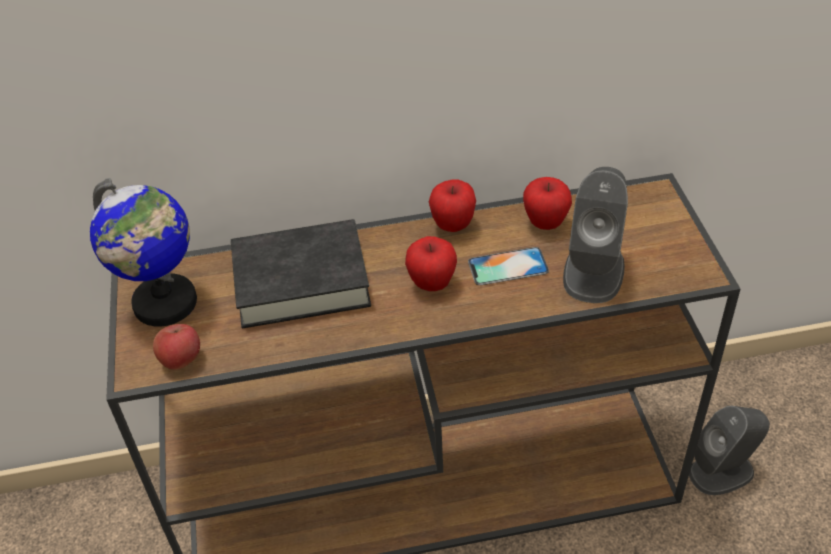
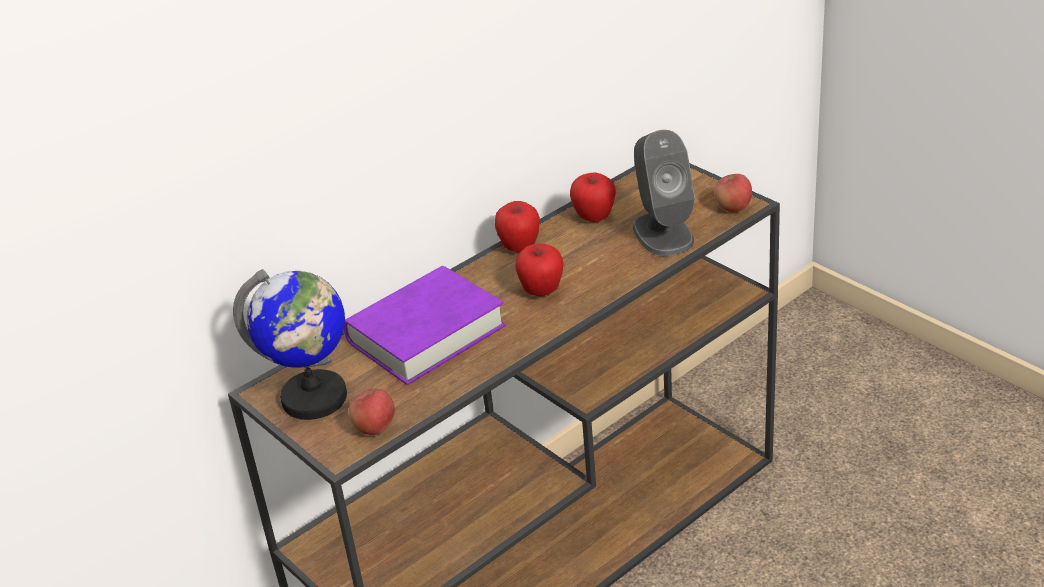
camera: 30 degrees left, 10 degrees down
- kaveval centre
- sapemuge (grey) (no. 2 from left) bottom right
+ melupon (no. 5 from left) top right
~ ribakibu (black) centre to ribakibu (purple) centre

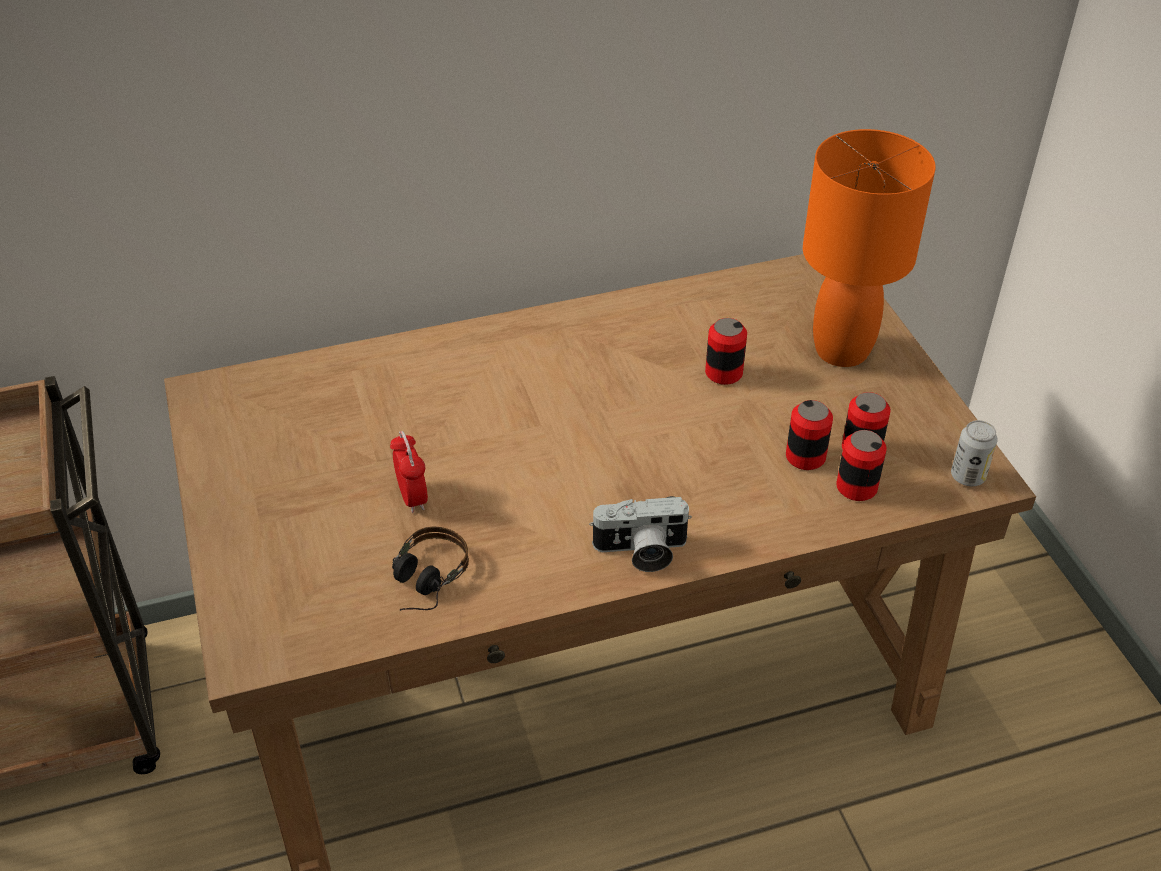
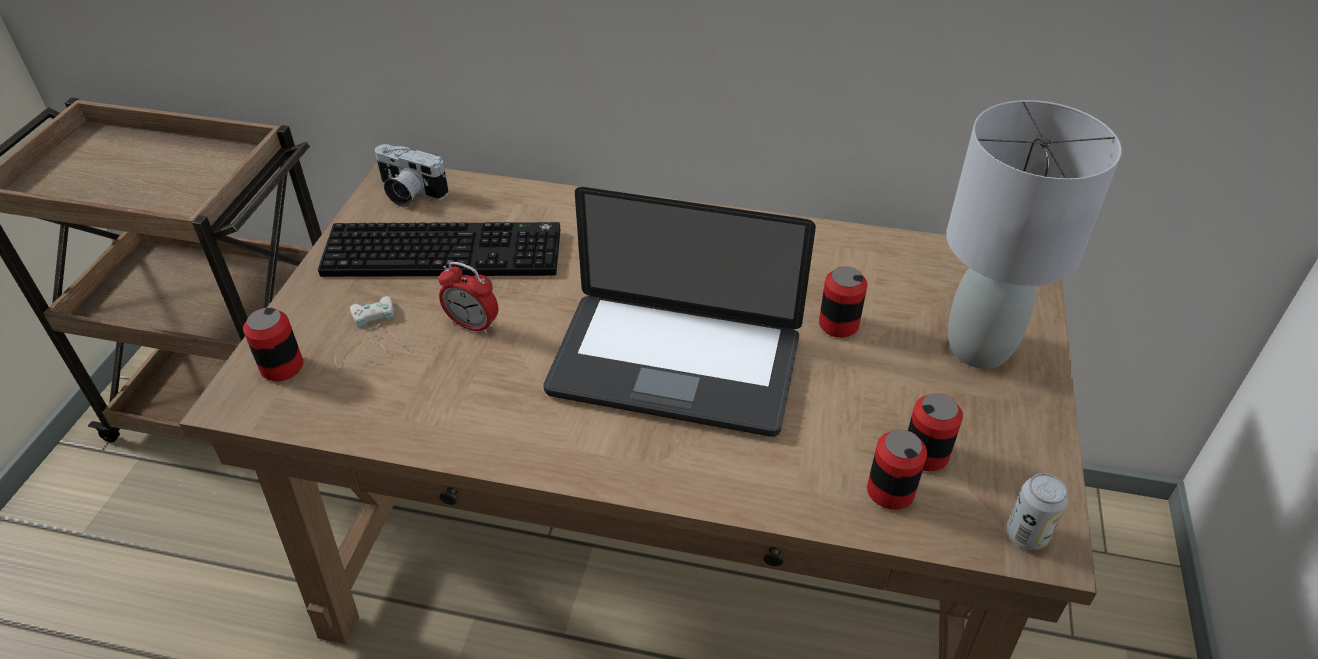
camera: 30 degrees right, 0 degrees up
- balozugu centre
+ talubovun middle left
+ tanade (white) middle left
+ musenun centre
~ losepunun centre to top left
~ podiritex (no. 2 from left in the first image) middle right to podiritex (no. 1 from left) middle left
~ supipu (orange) top right to supipu (grey) middle right
~ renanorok centre = centre 105 degrees clockwise

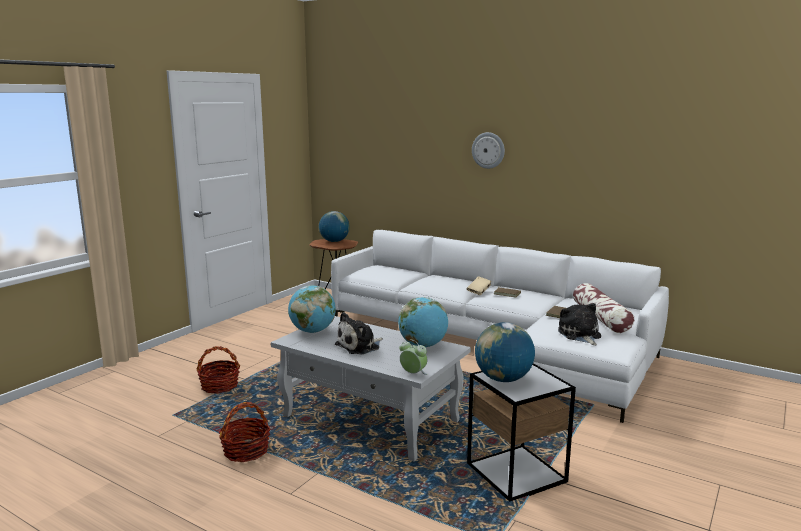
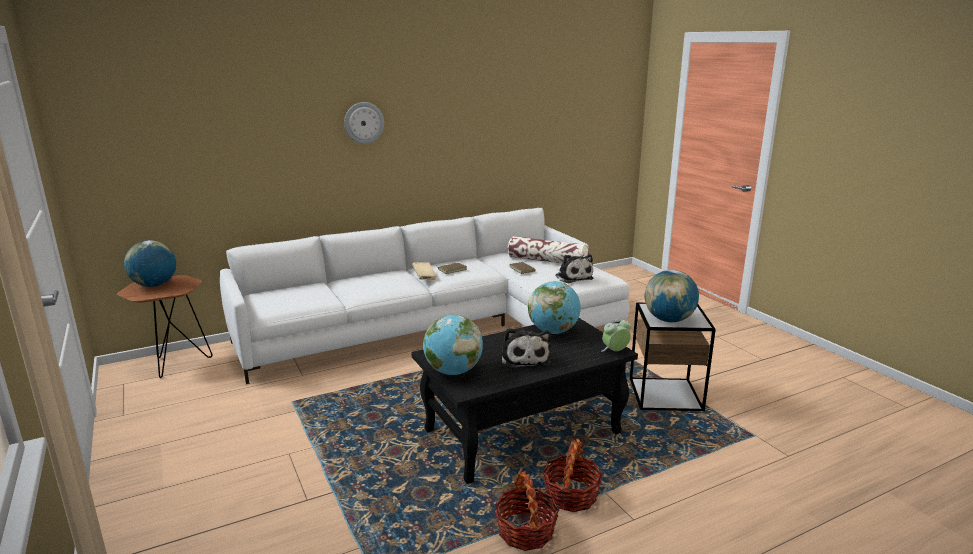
camera: 60 degrees left, 5 degrees up
~ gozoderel (no. 1 from left in the first image) bottom left to gozoderel (no. 2 from left) bottom centre
~ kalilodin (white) bottom centre to kalilodin (black) bottom centre
~ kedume (no. 2 from left) middle right = centre 135 degrees counterclockwise

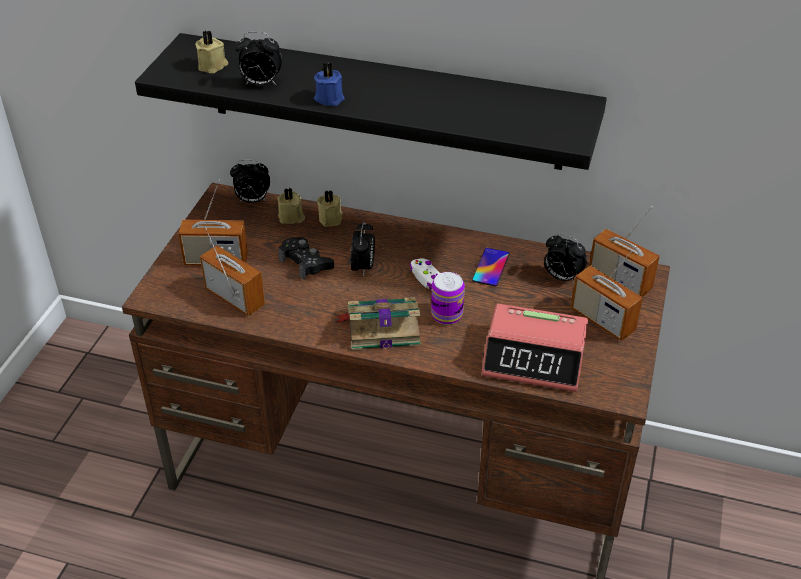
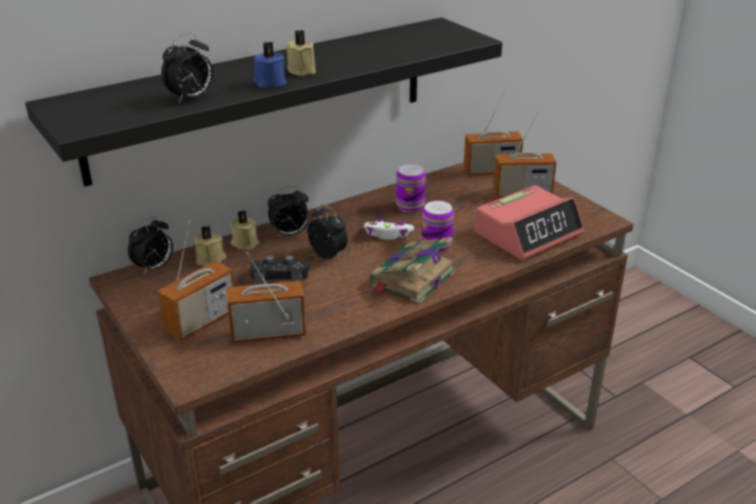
camera: 50 degrees left, 10 degrees down
~ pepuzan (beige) (no. 1 from left in the first image) top left to pepuzan (beige) (no. 3 from left) top centre
~ renanorok (no. 5 from left in the first image) middle right to renanorok (no. 3 from left) centre
~ kaveval centre to podiritex (no. 1 from left) centre

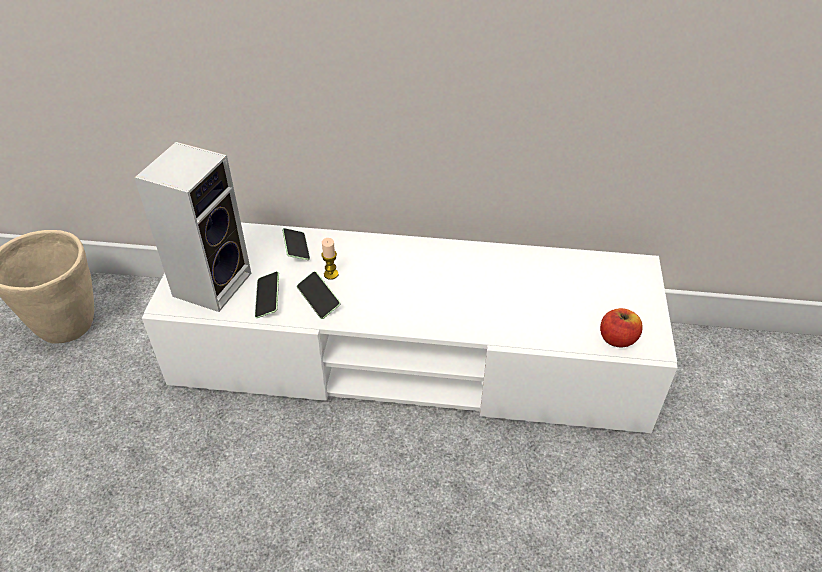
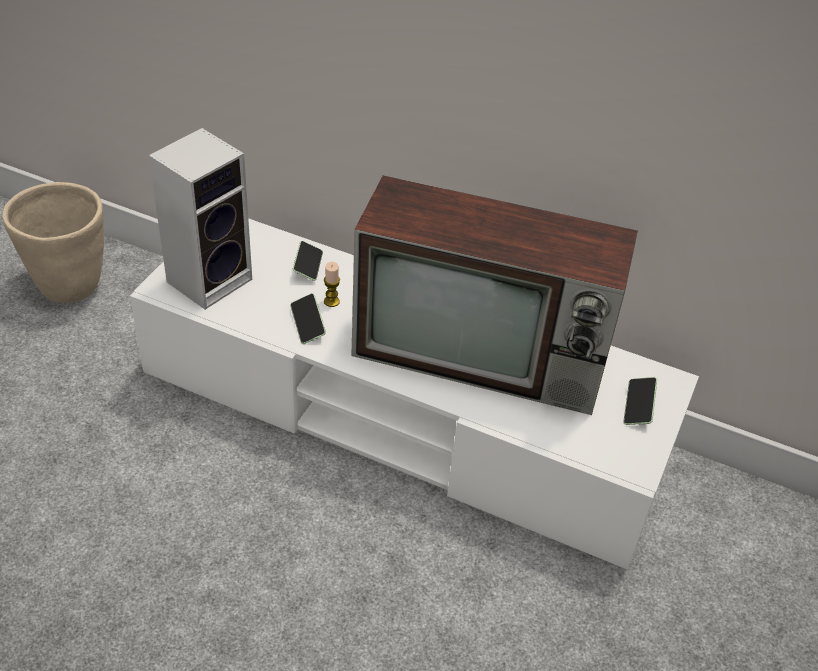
camera: 15 degrees right, 0 degrees up
- melupon middle right
+ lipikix centre
~ kaveval (no. 1 from left in the first image) middle left to kaveval (no. 3 from left) middle right

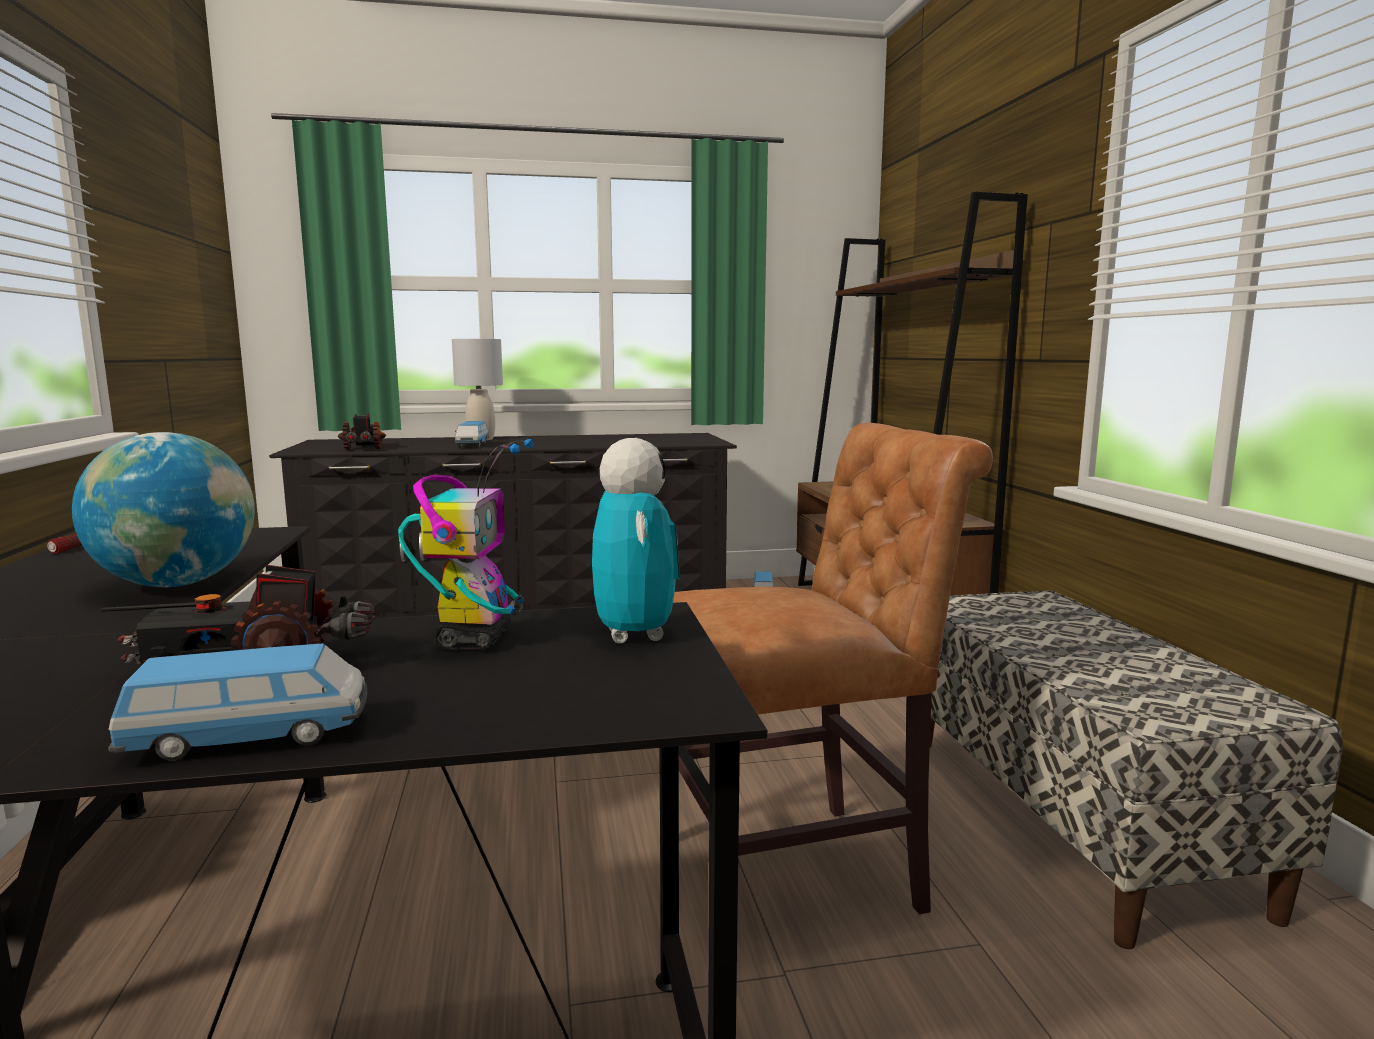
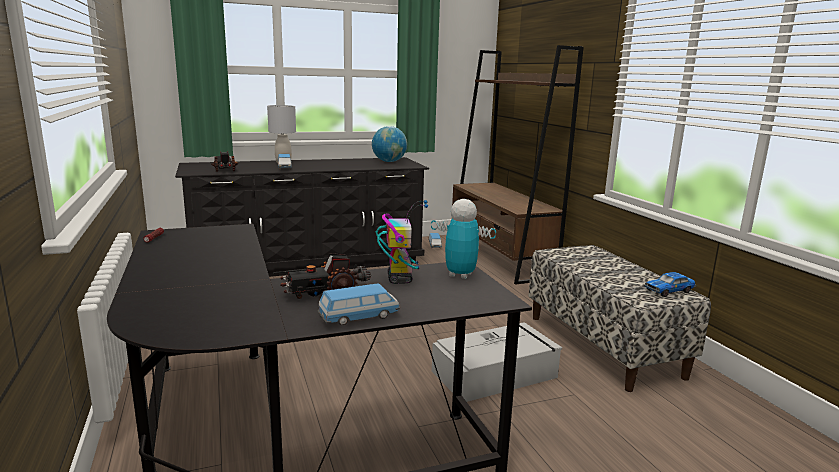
camera: 10 degrees left, 5 degrees up
+ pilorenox (no. 4 from left) middle right
~ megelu middle left to top centre
~ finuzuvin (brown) centre to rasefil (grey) bottom centre
~ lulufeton (no. 2 from left) centre = centre 45 degrees counterclockwise

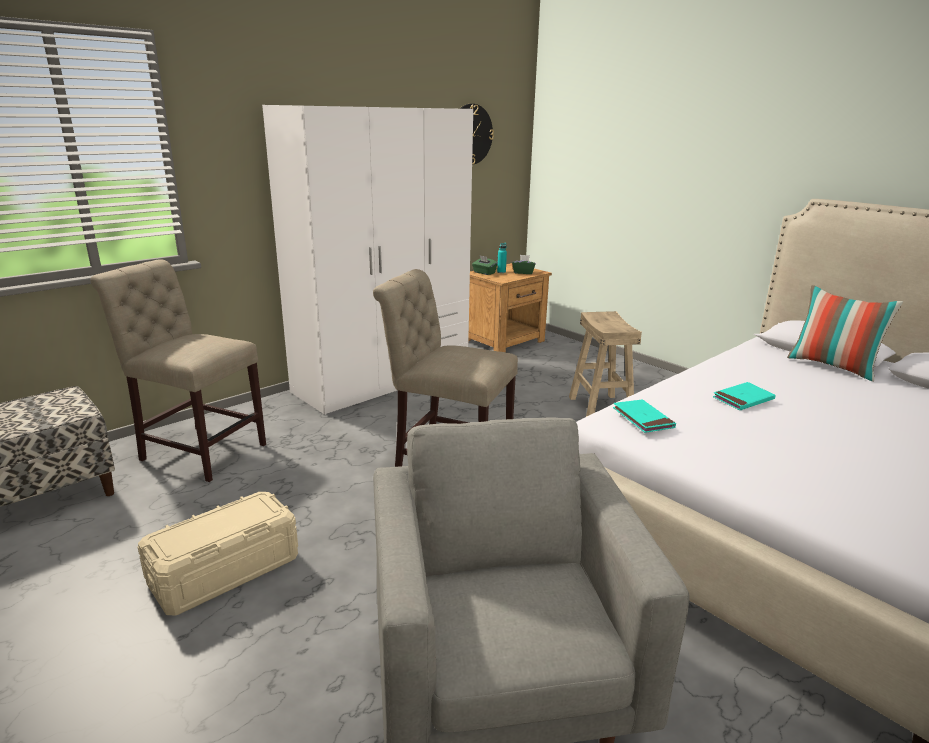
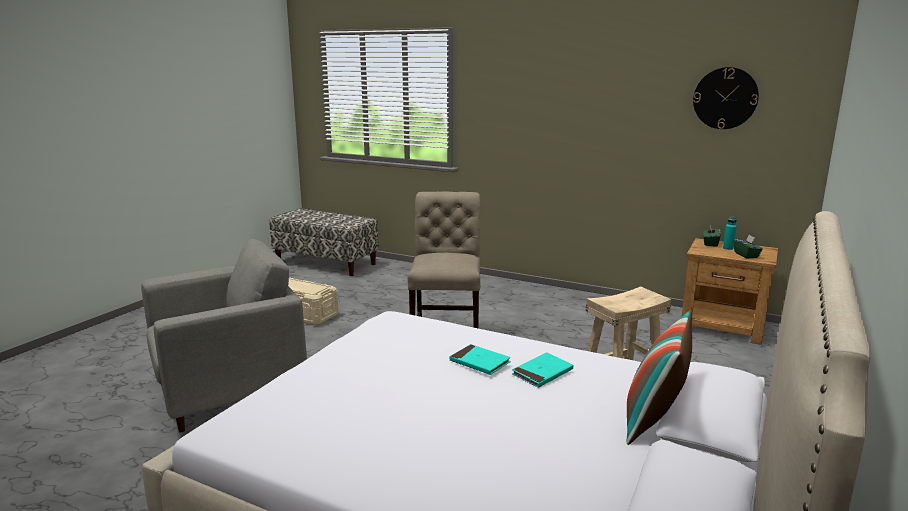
camera: 70 degrees right, 5 degrees down
- finuzuvin (beige) (no. 1 from left) middle left
- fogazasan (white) centre
~ ribakibu (turquoise) (no. 1 from left in the first image) middle right to ribakibu (turquoise) (no. 2 from left) bottom centre

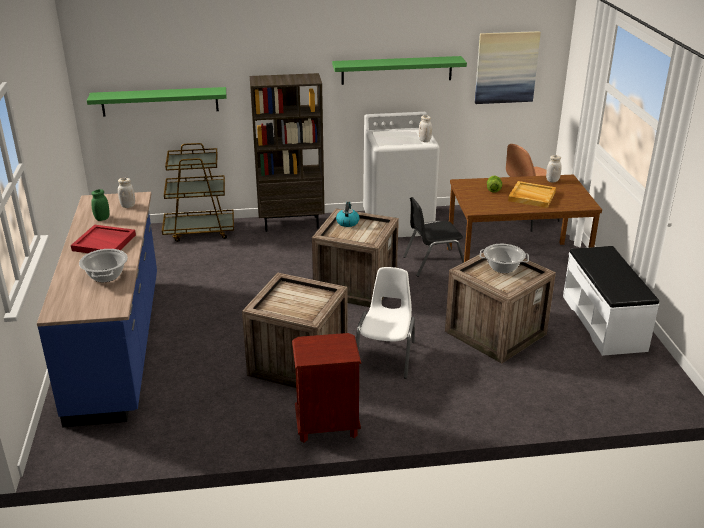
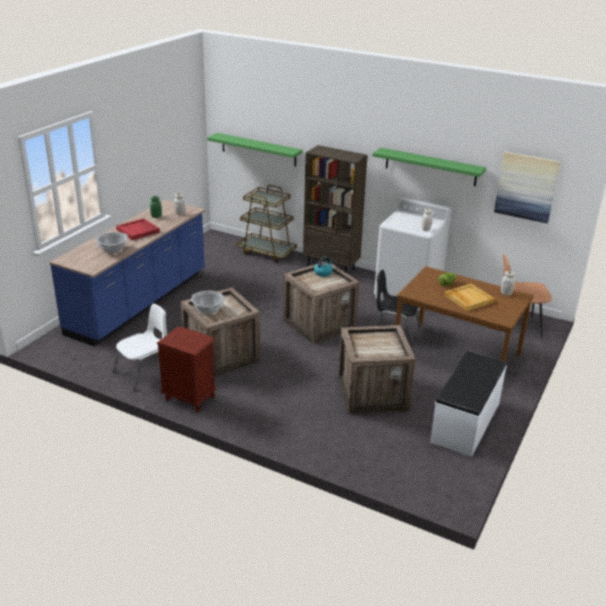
camera: 35 degrees right, 0 degrees up
~ finuzuvin (white) centre to middle left
~ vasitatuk (no. 2 from left) middle right to centre

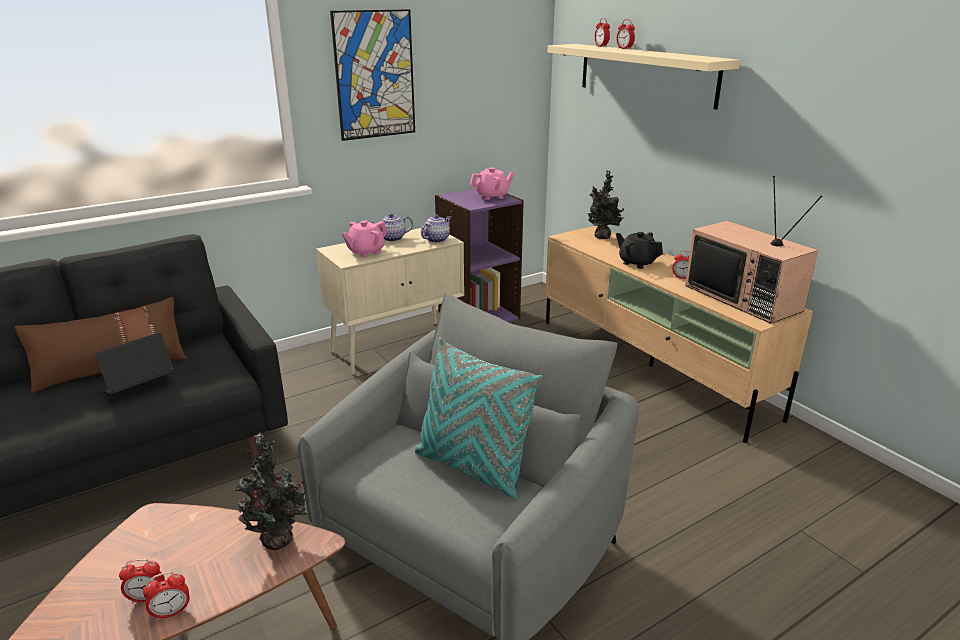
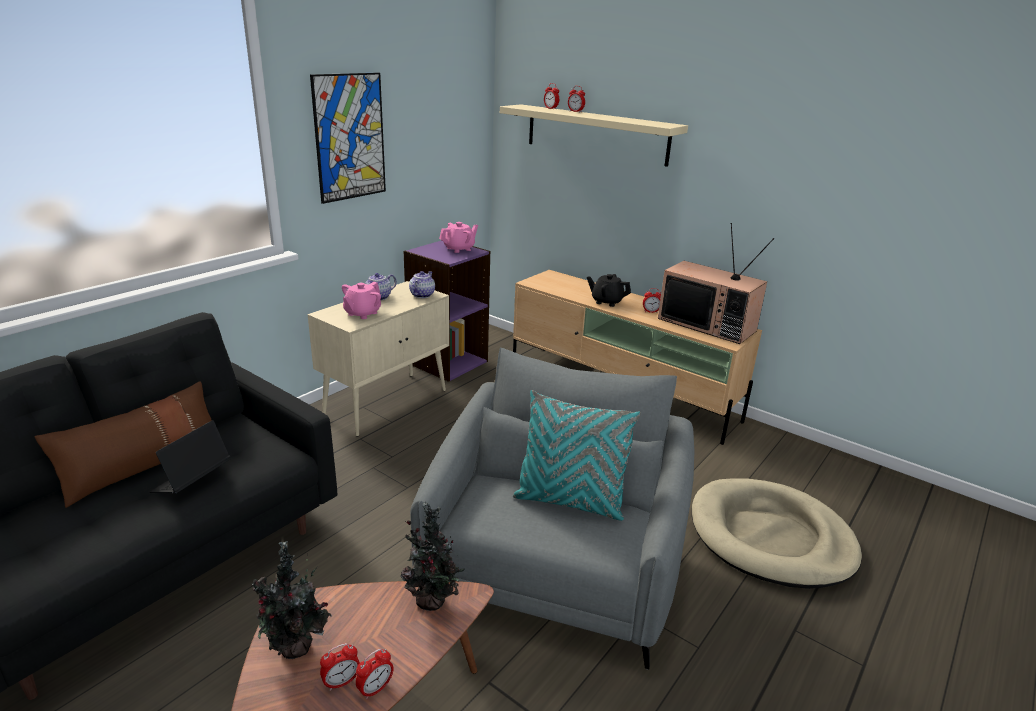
camera: 20 degrees left, 0 degrees up
+ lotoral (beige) bottom right
~ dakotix (no. 2 from left in the first image) top centre to dakotix (no. 1 from left) bottom left

